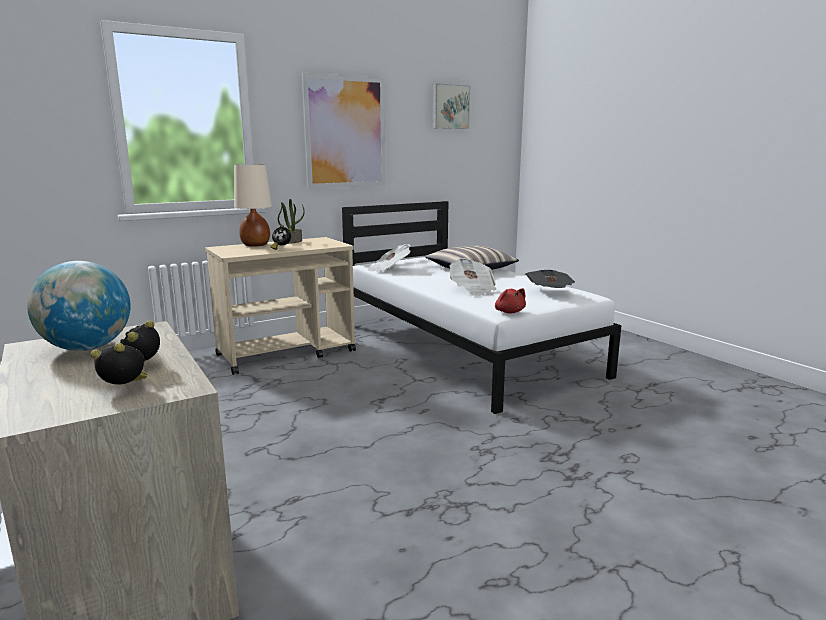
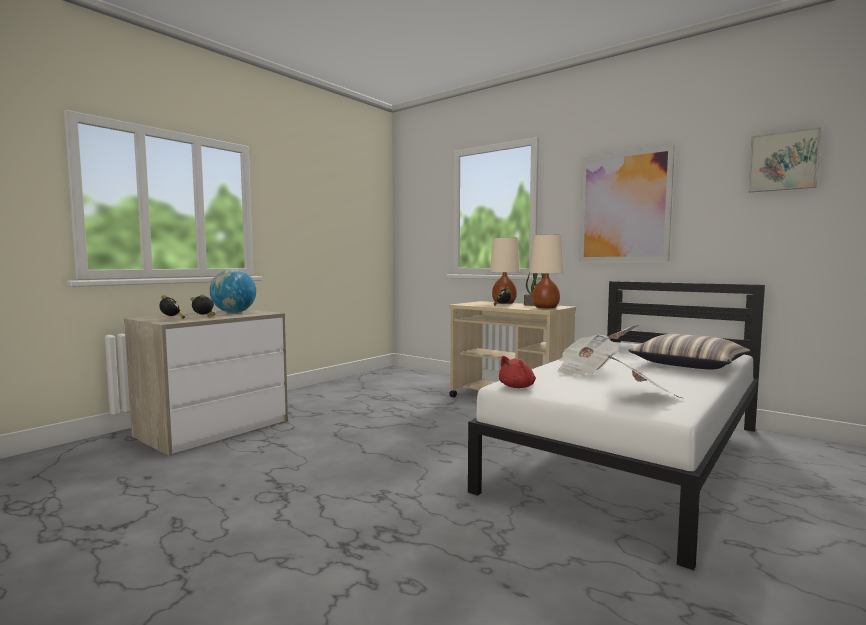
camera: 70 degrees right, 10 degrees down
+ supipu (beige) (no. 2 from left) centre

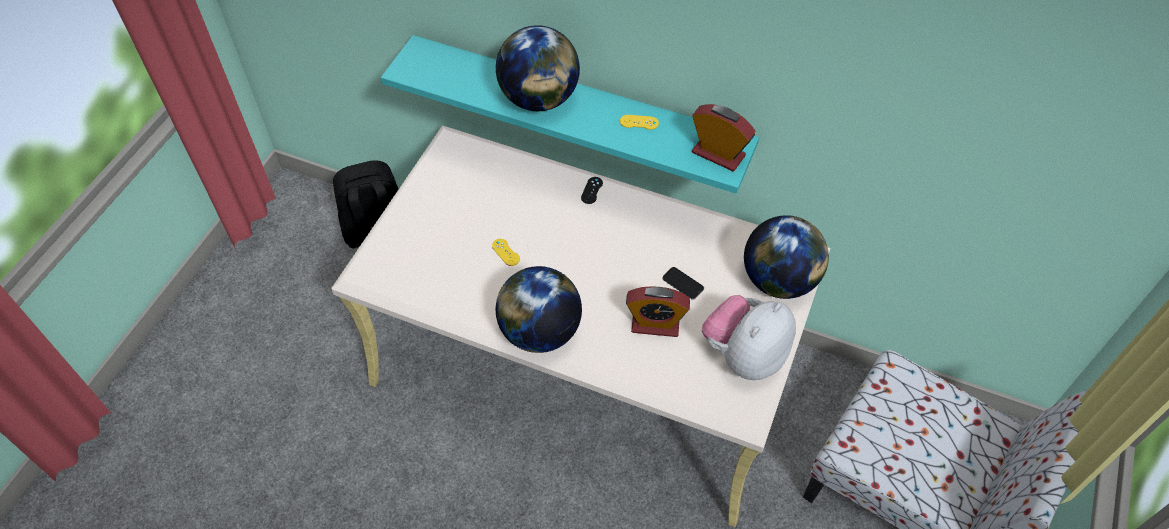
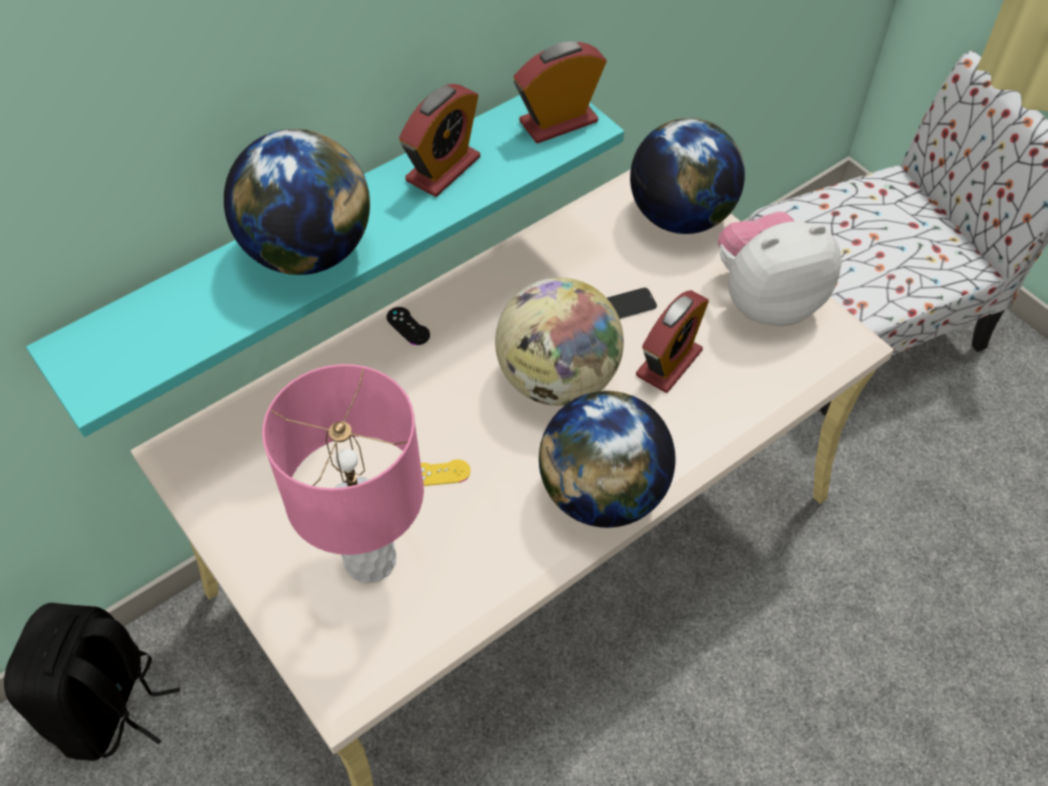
camera: 60 degrees left, 0 degrees up
+ supipu (pink) middle left
+ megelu (no. 2 from left) centre
~ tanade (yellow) (no. 2 from left) top centre to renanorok (no. 1 from left) top centre
~ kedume centre = middle right 90 degrees clockwise

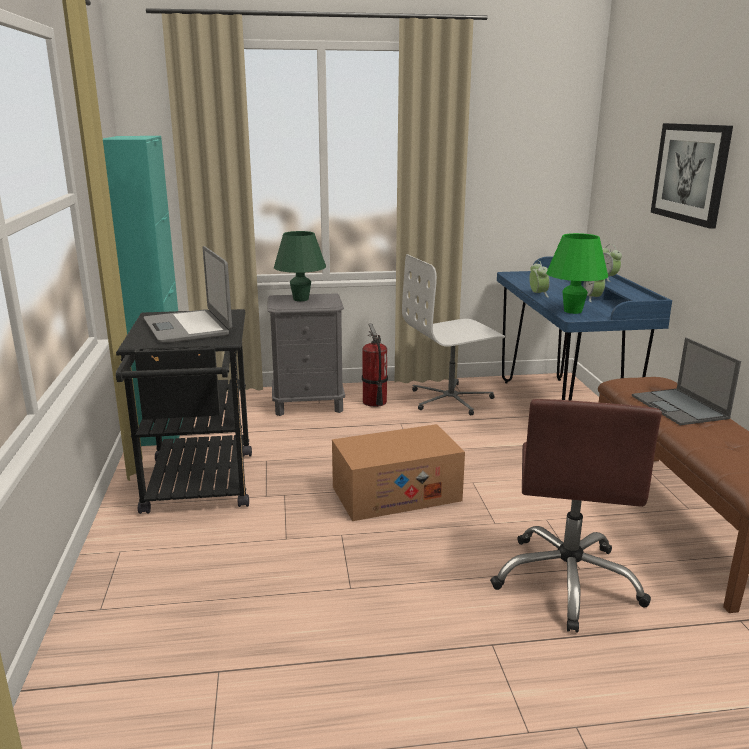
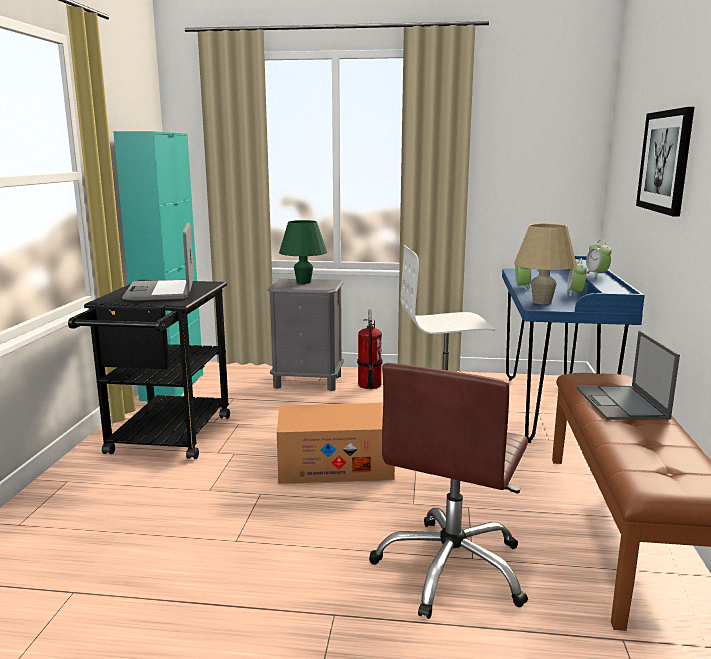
camera: 15 degrees right, 5 degrees down
~ supipu (green) (no. 2 from left) middle right to supipu (beige) middle right

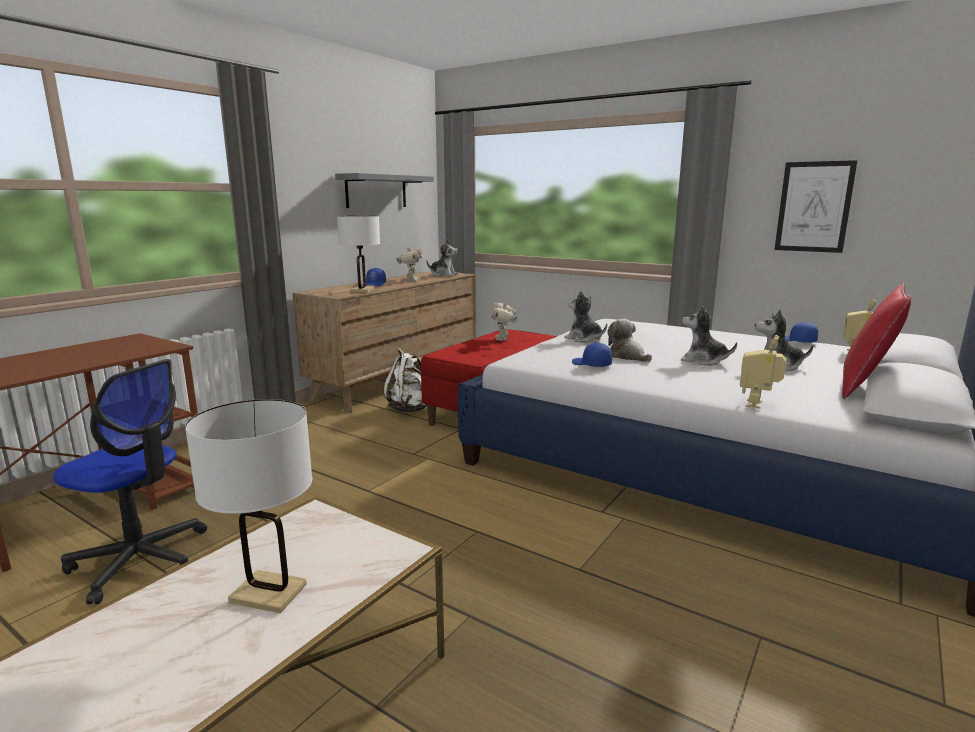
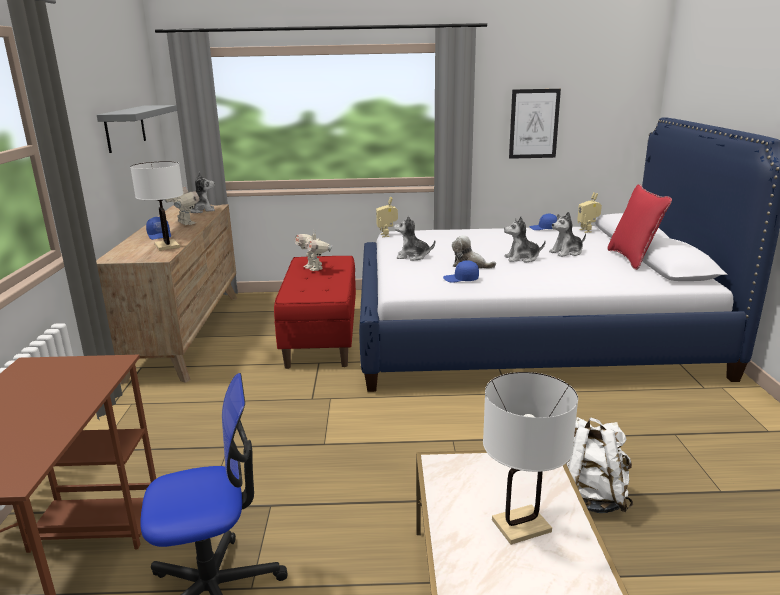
camera: 35 degrees left, 5 degrees up
~ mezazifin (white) centre to bottom right
~ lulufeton (no. 3 from left) middle right to centre

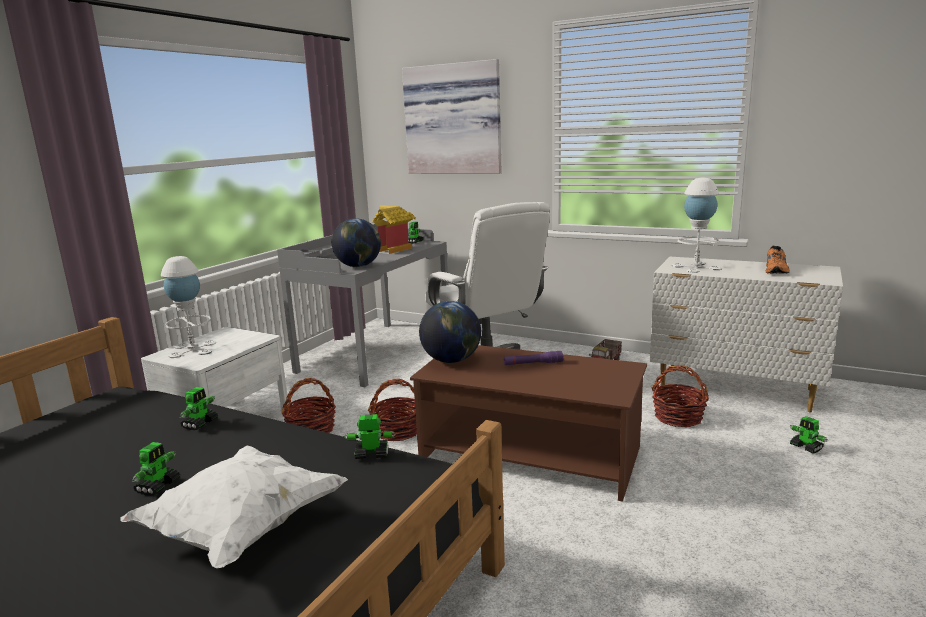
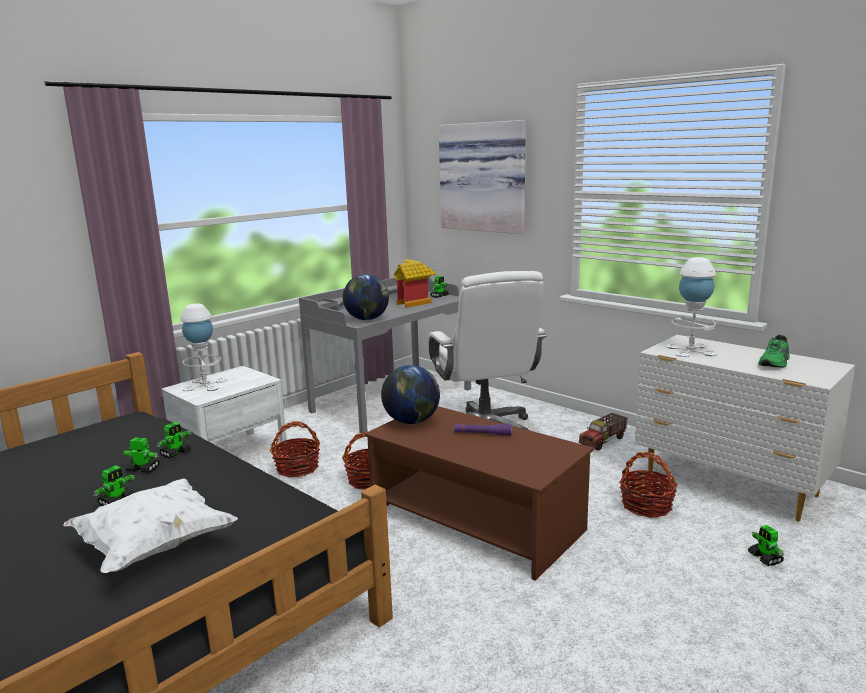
camera: 15 degrees right, 0 degrees up
~ lulufeton (no. 3 from left in the first image) bottom centre to lulufeton (no. 2 from left) middle left
~ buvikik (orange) middle right to buvikik (green) middle right

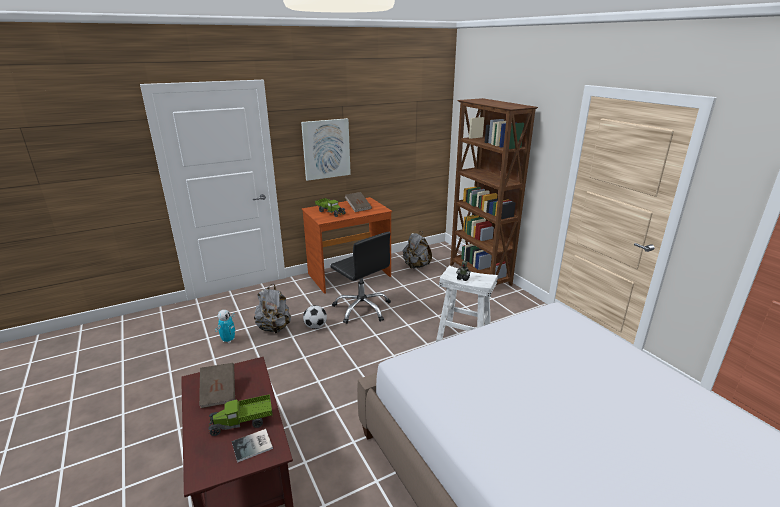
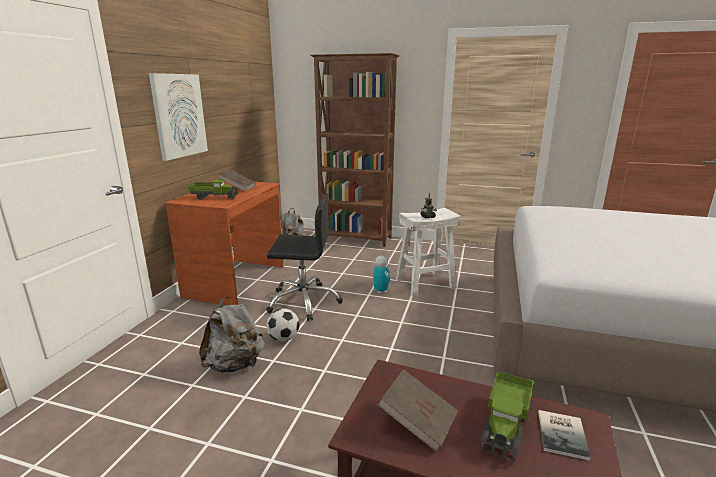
camera: 45 degrees left, 5 degrees down
~ lulufeton (no. 1 from left) middle left to centre

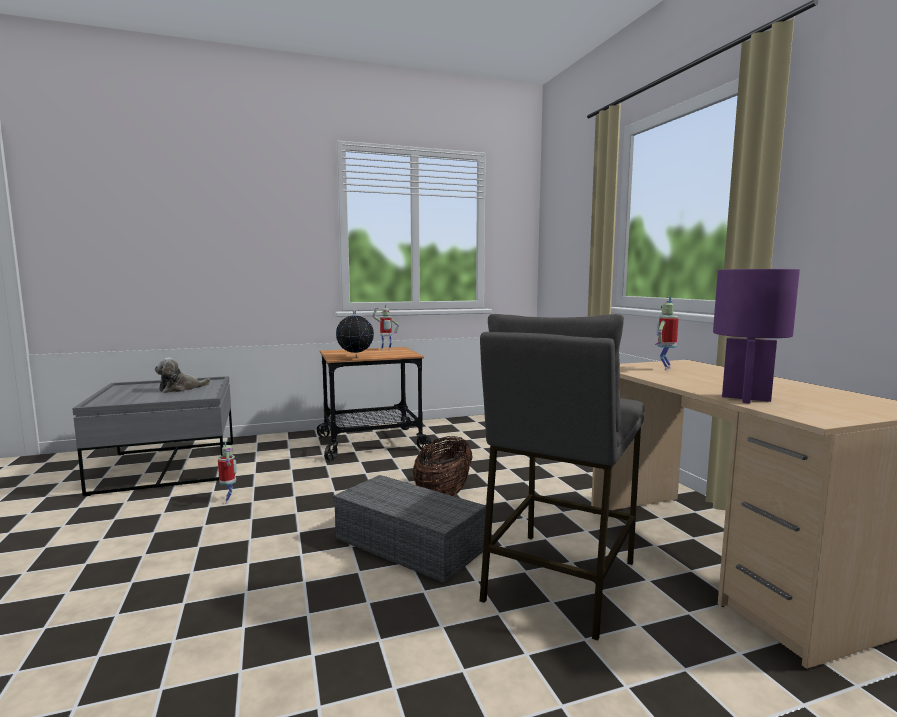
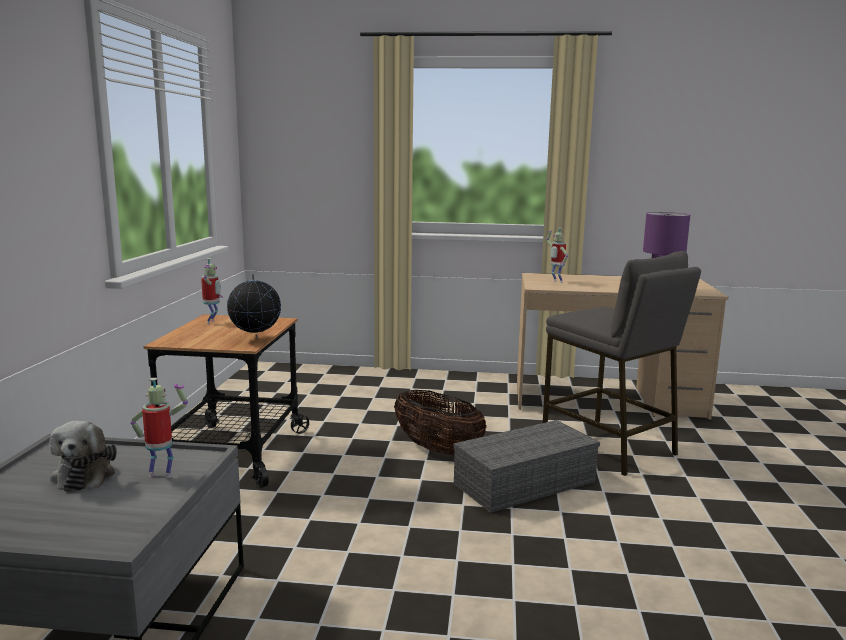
camera: 65 degrees left, 5 degrees up
~ lulufeton (no. 1 from left) middle left to bottom left

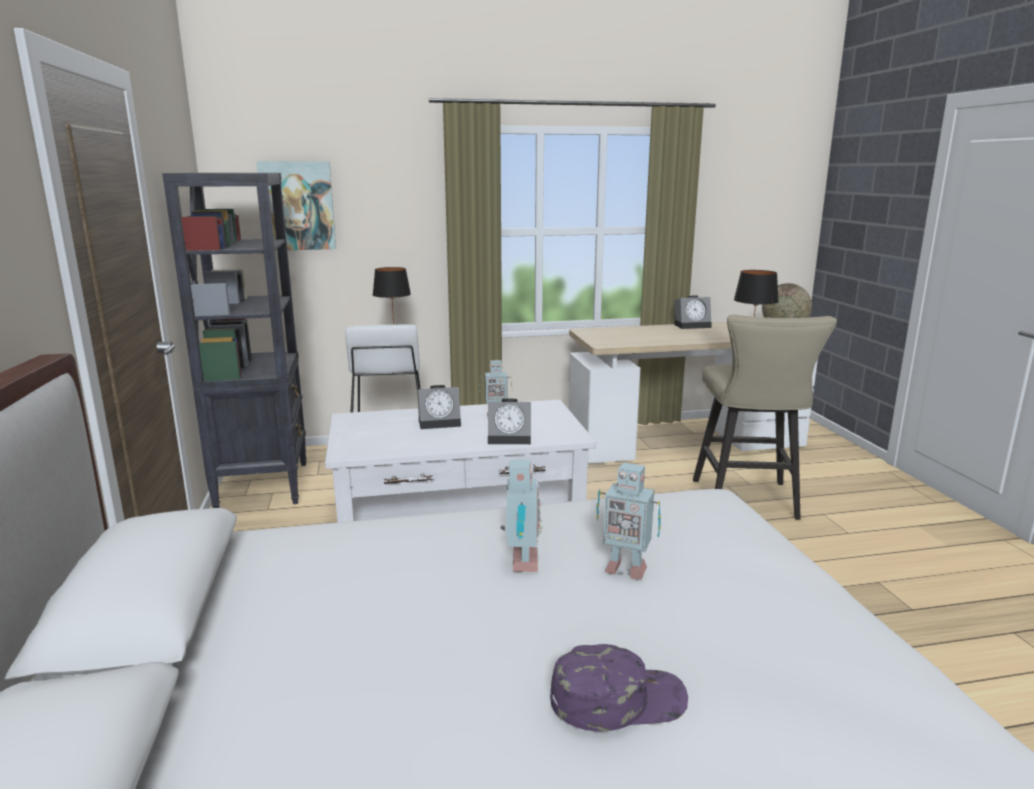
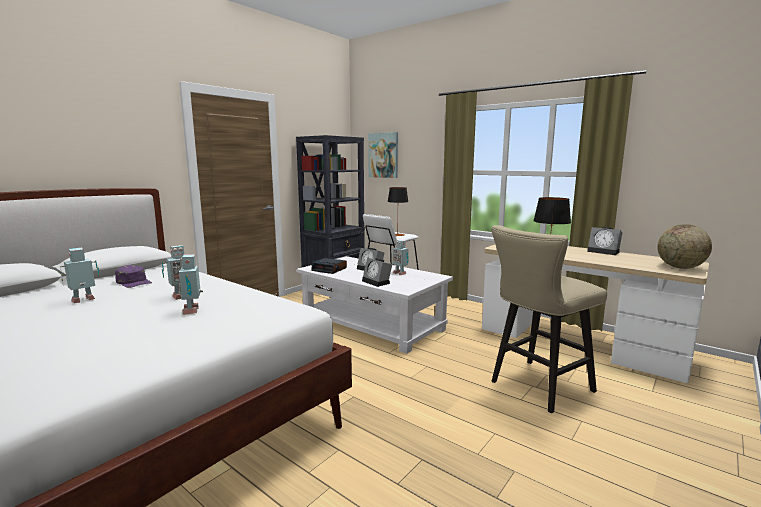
camera: 50 degrees right, 5 degrees down
+ lulufeton (no. 1 from left) middle left
+ renanorok (no. 1 from left) centre
~ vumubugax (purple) bottom centre to middle left

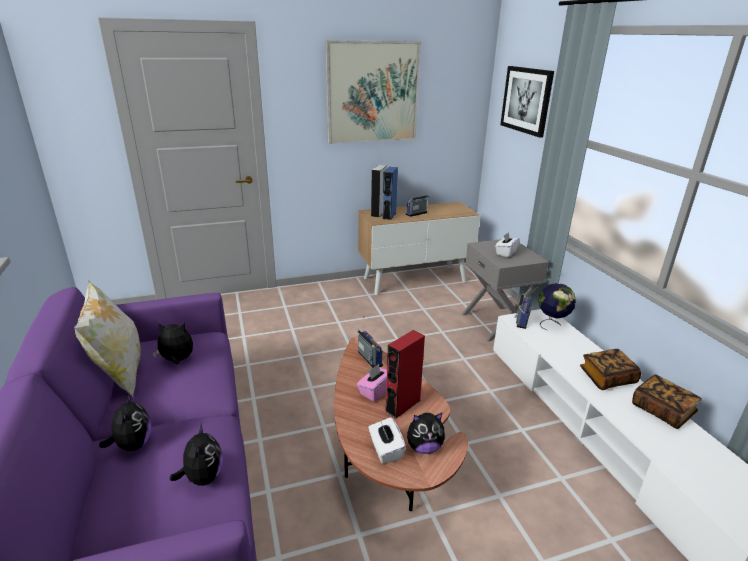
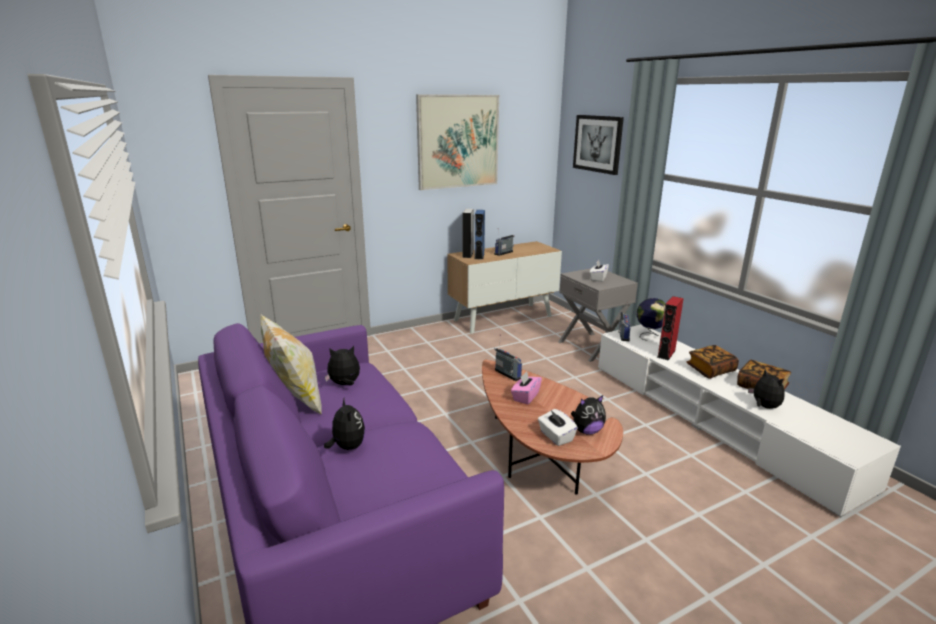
camera: 10 degrees left, 5 degrees down
~ kedume (no. 3 from left in the first image) bottom left to kedume (no. 4 from left) middle right
~ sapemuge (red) bottom centre to middle right

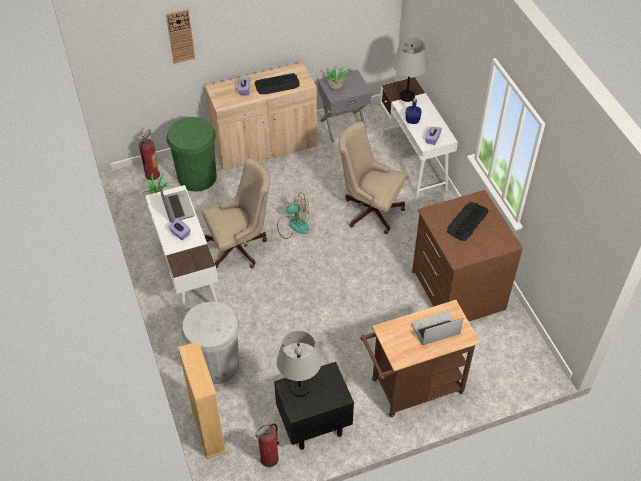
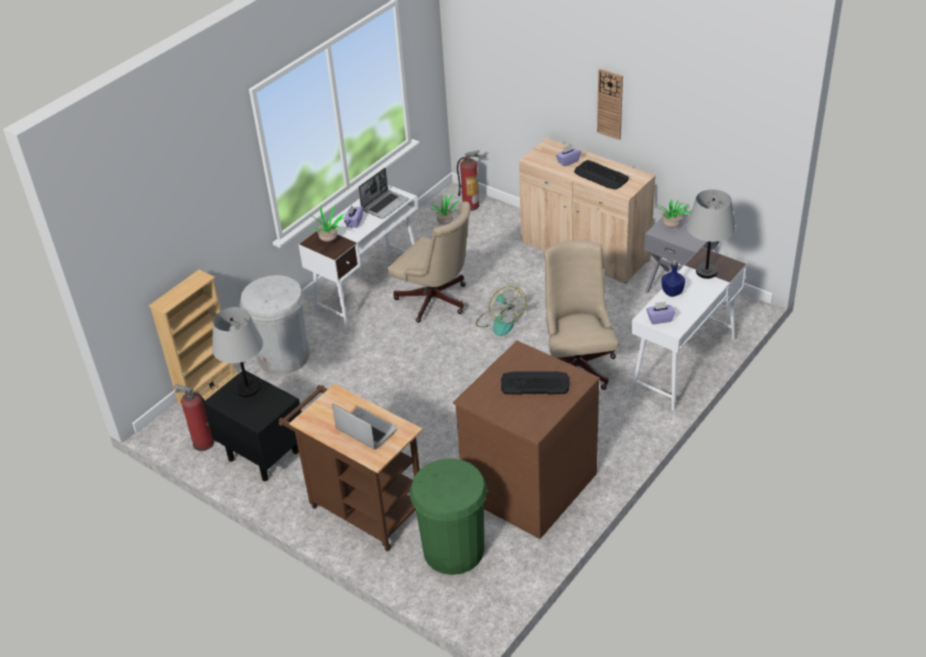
camera: 60 degrees right, 10 degrees down
+ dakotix (no. 1 from left) centre
~ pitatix top left to top centre
~ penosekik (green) top left to bottom centre

